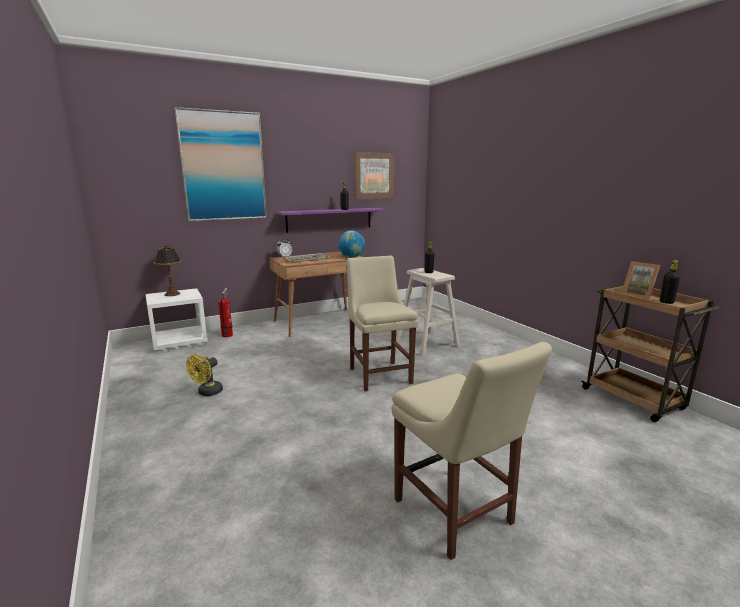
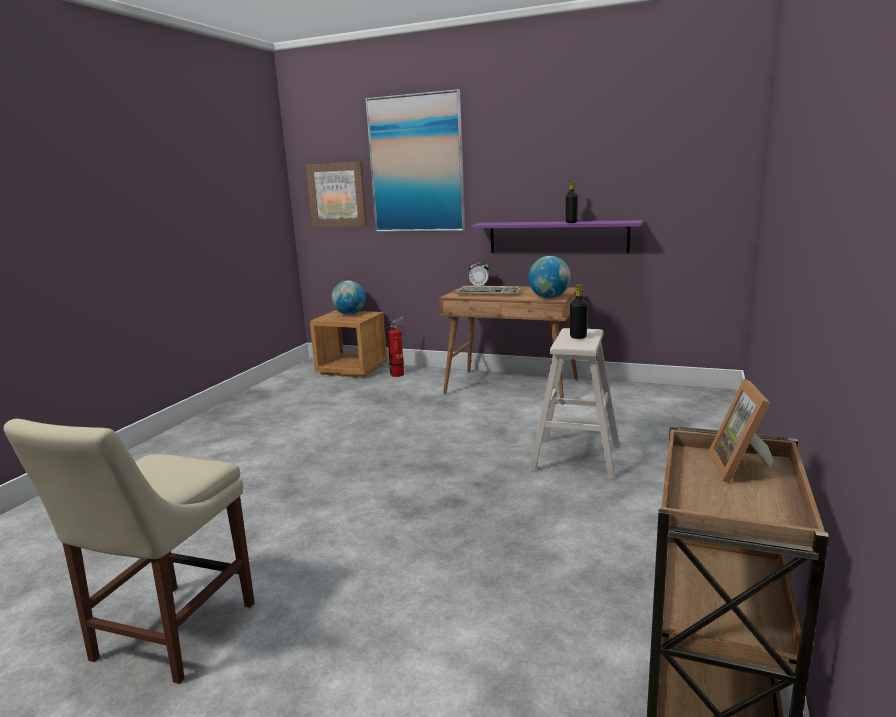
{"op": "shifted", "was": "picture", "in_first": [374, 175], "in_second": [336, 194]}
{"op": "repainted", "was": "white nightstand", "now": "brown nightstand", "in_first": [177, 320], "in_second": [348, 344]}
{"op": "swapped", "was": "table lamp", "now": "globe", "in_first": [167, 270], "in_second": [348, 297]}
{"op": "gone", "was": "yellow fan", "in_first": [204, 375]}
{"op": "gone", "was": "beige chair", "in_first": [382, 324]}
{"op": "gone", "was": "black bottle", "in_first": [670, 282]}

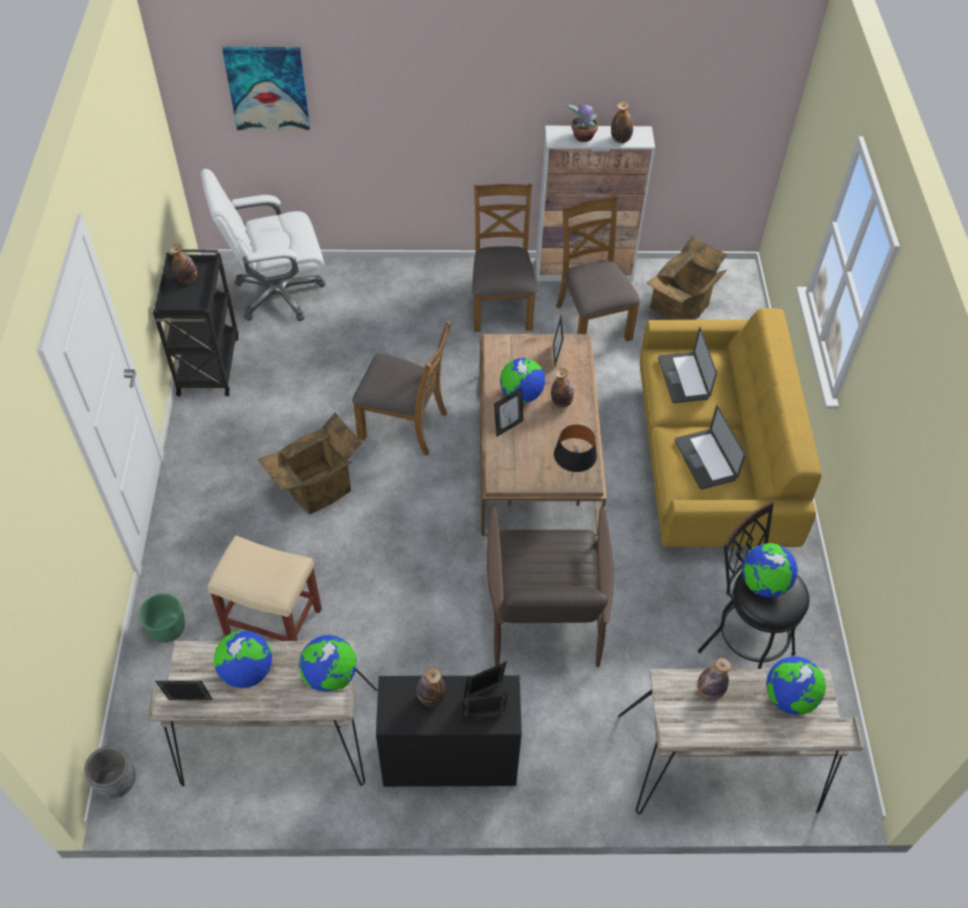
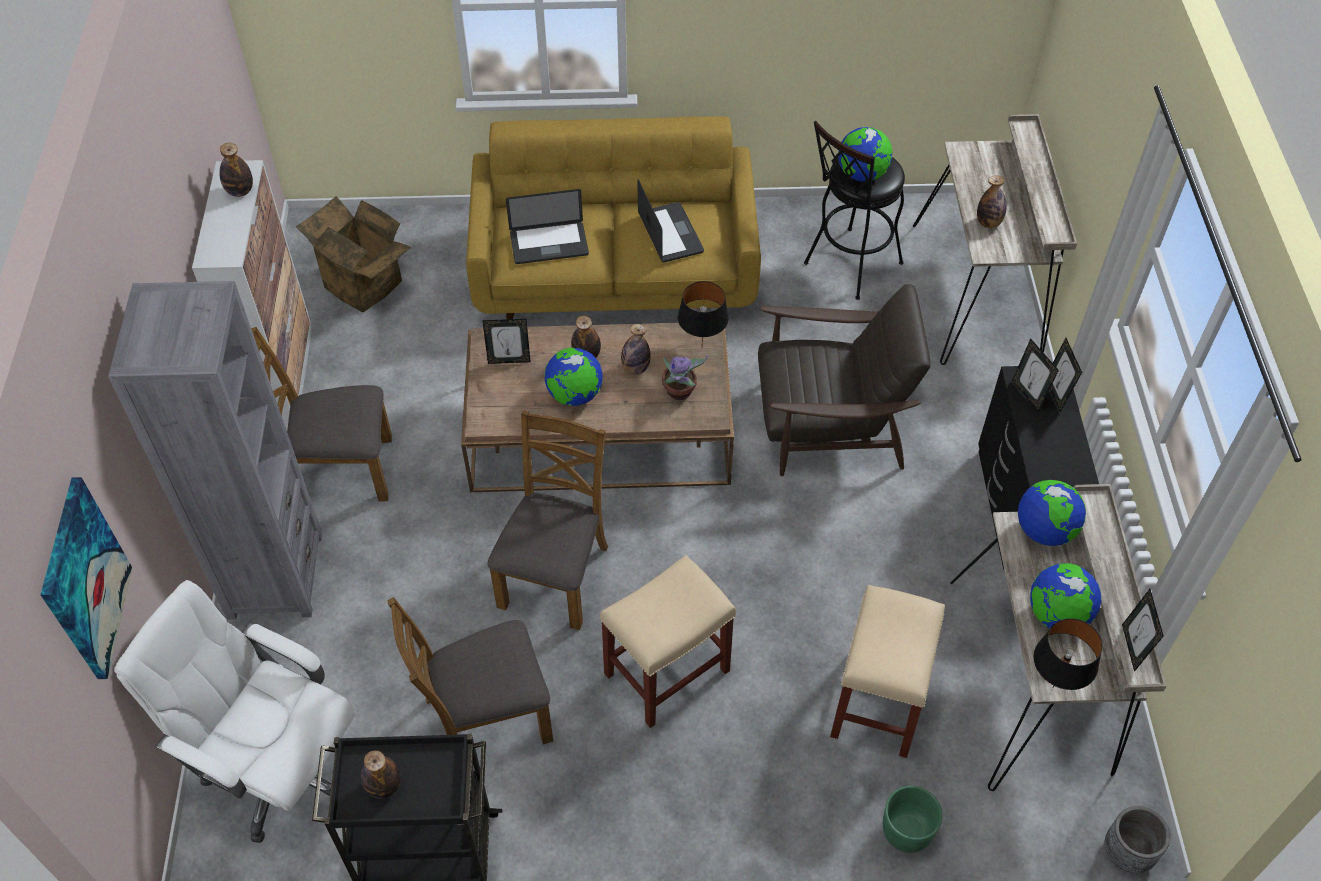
{"op": "new", "now": "grey bookcase", "in_second": [215, 450]}
{"op": "rotated", "was": "white office chair", "in_first": [263, 245], "in_second": [235, 711], "clockwise": 135}
{"op": "shifted", "was": "brown chair", "in_first": [598, 268], "in_second": [470, 671]}
{"op": "swapped", "was": "cardboard box", "now": "beige stool", "in_first": [309, 463], "in_second": [668, 641]}
{"op": "shifted", "was": "bottle", "in_first": [431, 687], "in_second": [636, 349]}
{"op": "rotated", "was": "laptop", "in_first": [710, 447], "in_second": [670, 220], "clockwise": -90}
{"op": "shifted", "was": "potted plant", "in_first": [582, 121], "in_second": [685, 377]}
{"op": "new", "now": "black table lamp", "in_second": [1067, 654]}
{"op": "gone", "was": "picture frame", "in_first": [509, 412]}
{"op": "gone", "was": "globe", "in_first": [796, 685]}

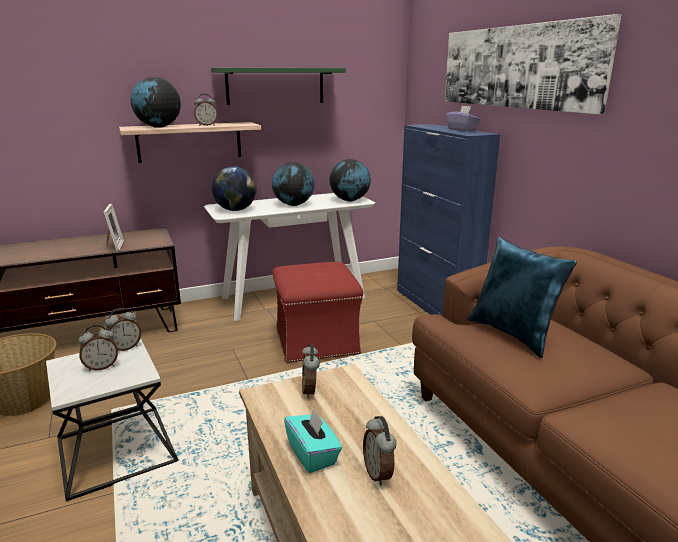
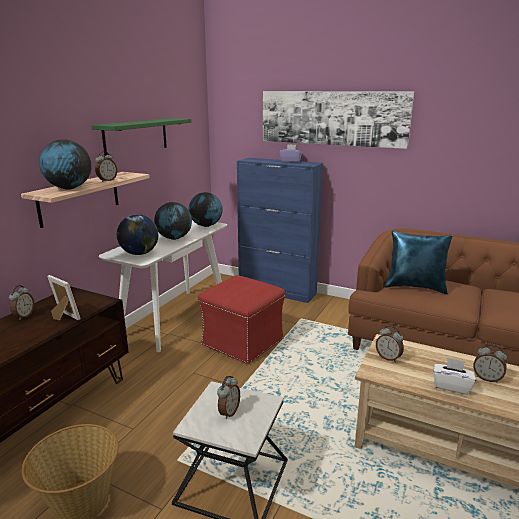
{"op": "shifted", "was": "alarm clock", "in_first": [123, 329], "in_second": [22, 302]}
{"op": "repainted", "was": "turquoise tissue box", "now": "white tissue box", "in_first": [313, 440], "in_second": [454, 376]}

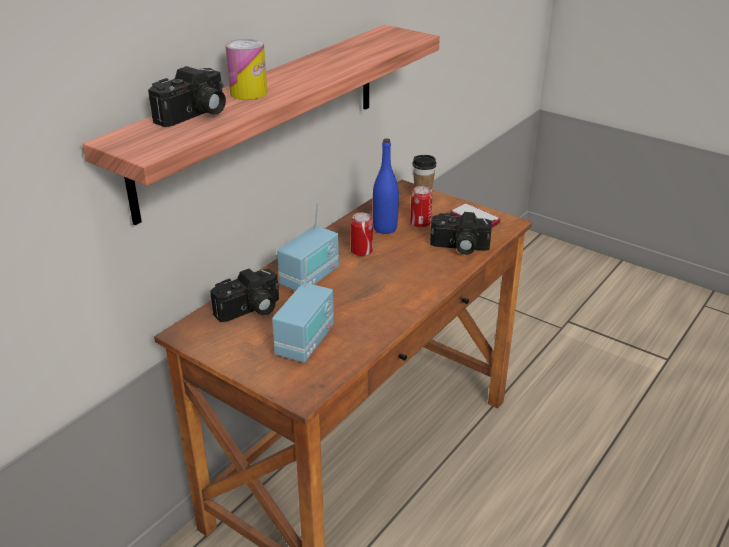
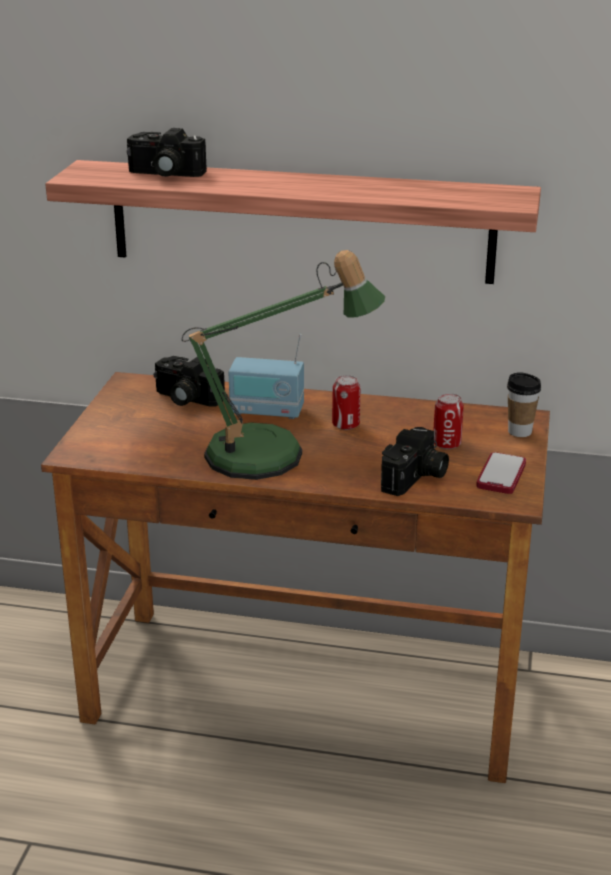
{"op": "new", "now": "table lamp", "in_second": [283, 365]}
{"op": "rotated", "was": "photo camera", "in_first": [461, 233], "in_second": [415, 461], "clockwise": -135}
{"op": "gone", "was": "can", "in_first": [246, 69]}
{"op": "gone", "was": "radio", "in_first": [303, 310]}
{"op": "gone", "was": "blue bottle", "in_first": [386, 186]}

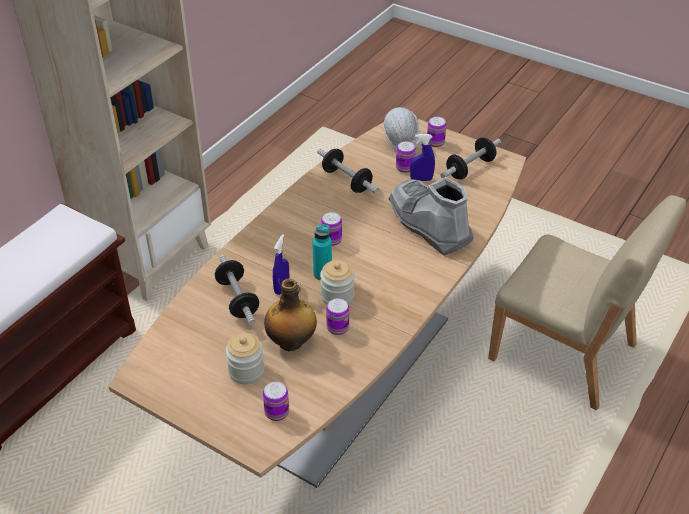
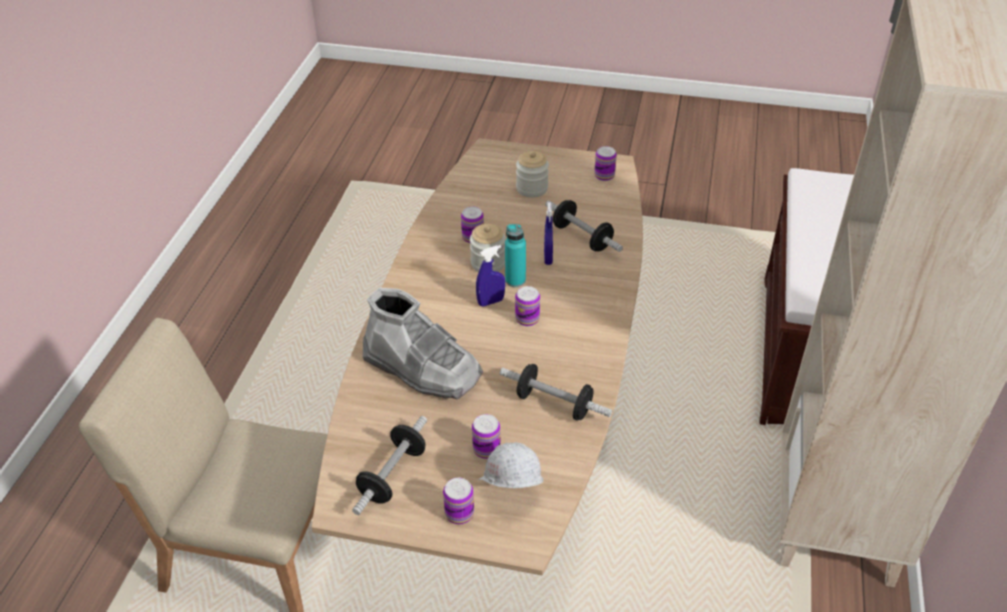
{"op": "shifted", "was": "blue spray bottle", "in_first": [422, 157], "in_second": [490, 276]}
{"op": "shifted", "was": "can", "in_first": [276, 401], "in_second": [605, 163]}
{"op": "gone", "was": "bottle", "in_first": [290, 314]}

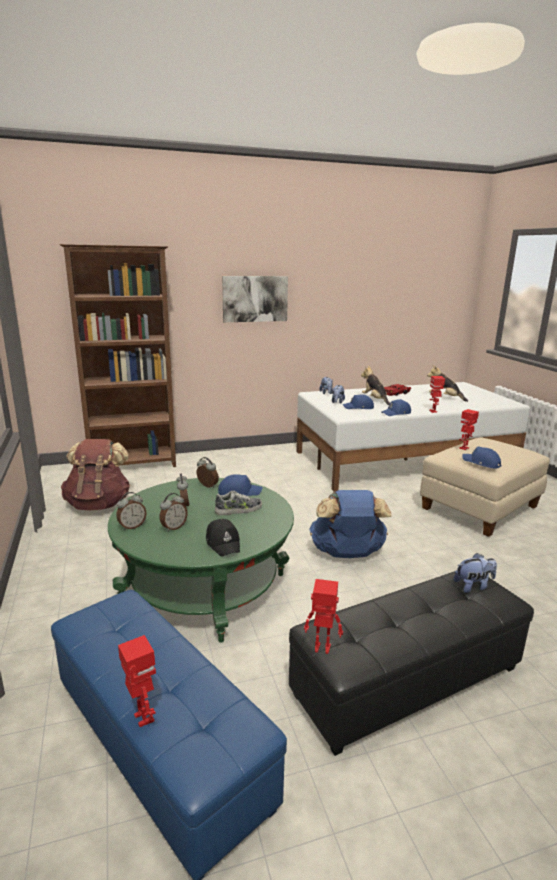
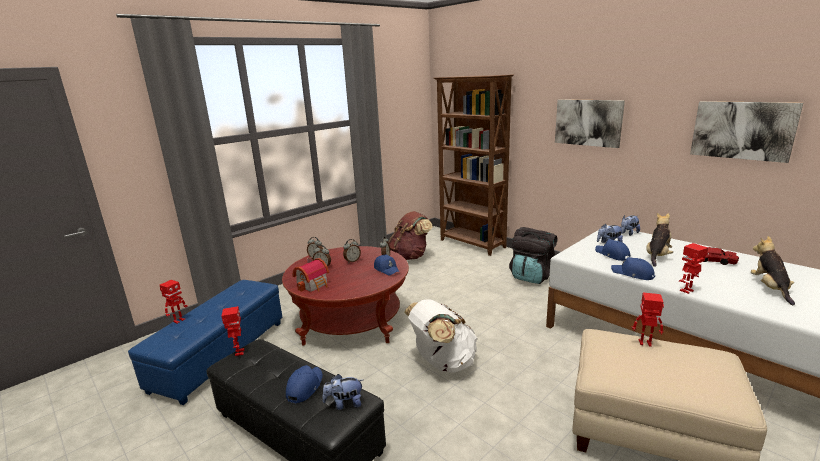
{"op": "repainted", "was": "green coffee table", "now": "red coffee table", "in_first": [201, 560], "in_second": [345, 295]}
{"op": "shifted", "was": "blue cap", "in_first": [482, 457], "in_second": [304, 384]}
{"op": "swapped", "was": "black cap", "now": "toy house", "in_first": [223, 538], "in_second": [310, 274]}
{"op": "rotated", "was": "plush toy", "in_first": [475, 573], "in_second": [342, 392], "clockwise": 120}
{"op": "repainted", "was": "blue backpack", "now": "white backpack", "in_first": [350, 524], "in_second": [441, 336]}
{"op": "new", "now": "black backpack", "in_second": [533, 255]}
{"op": "new", "now": "picture", "in_second": [746, 132]}
{"op": "gone", "was": "shoe", "in_first": [238, 503]}

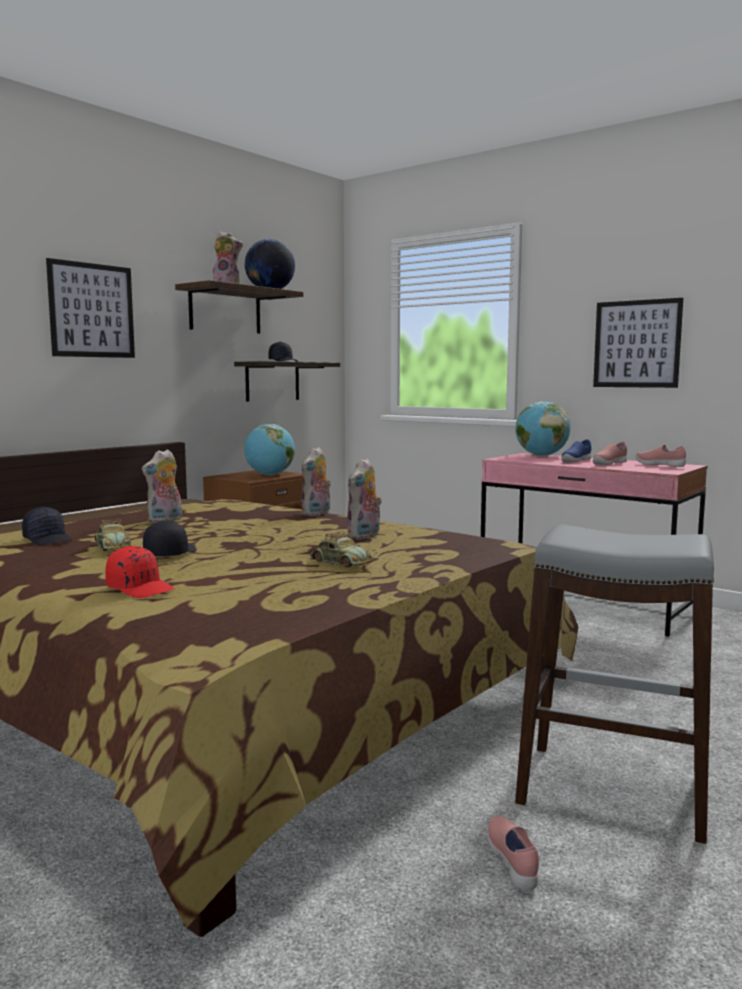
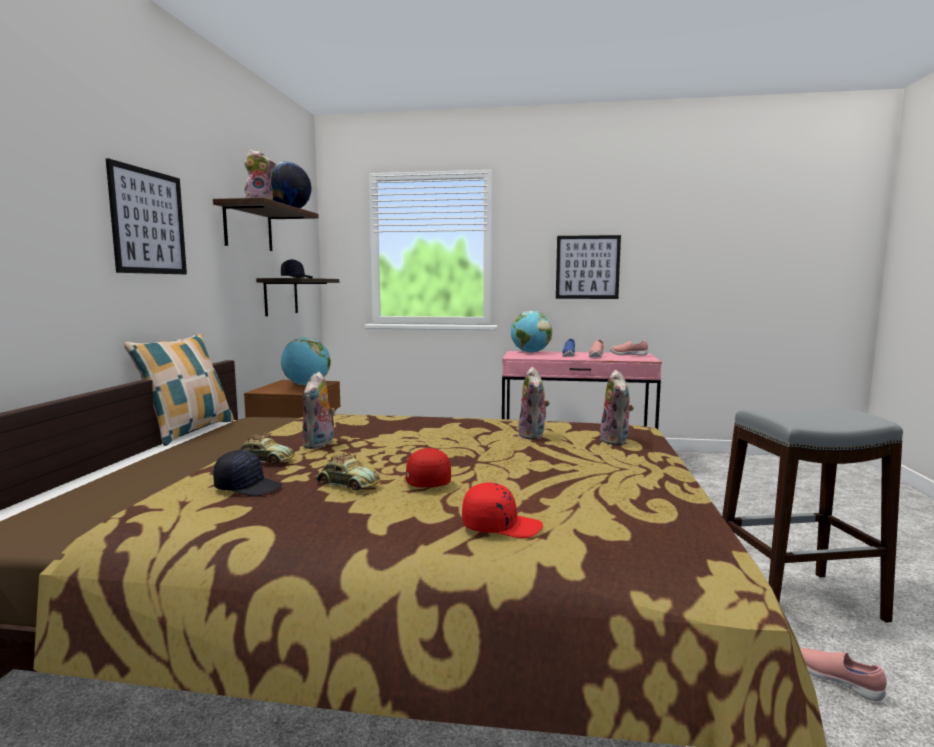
{"op": "new", "now": "pillow", "in_second": [179, 390]}
{"op": "shifted", "was": "toy car", "in_first": [341, 549], "in_second": [267, 448]}
{"op": "repainted", "was": "black cap", "now": "red cap", "in_first": [170, 538], "in_second": [427, 468]}
{"op": "shifted", "was": "plush toy", "in_first": [316, 481], "in_second": [617, 407]}

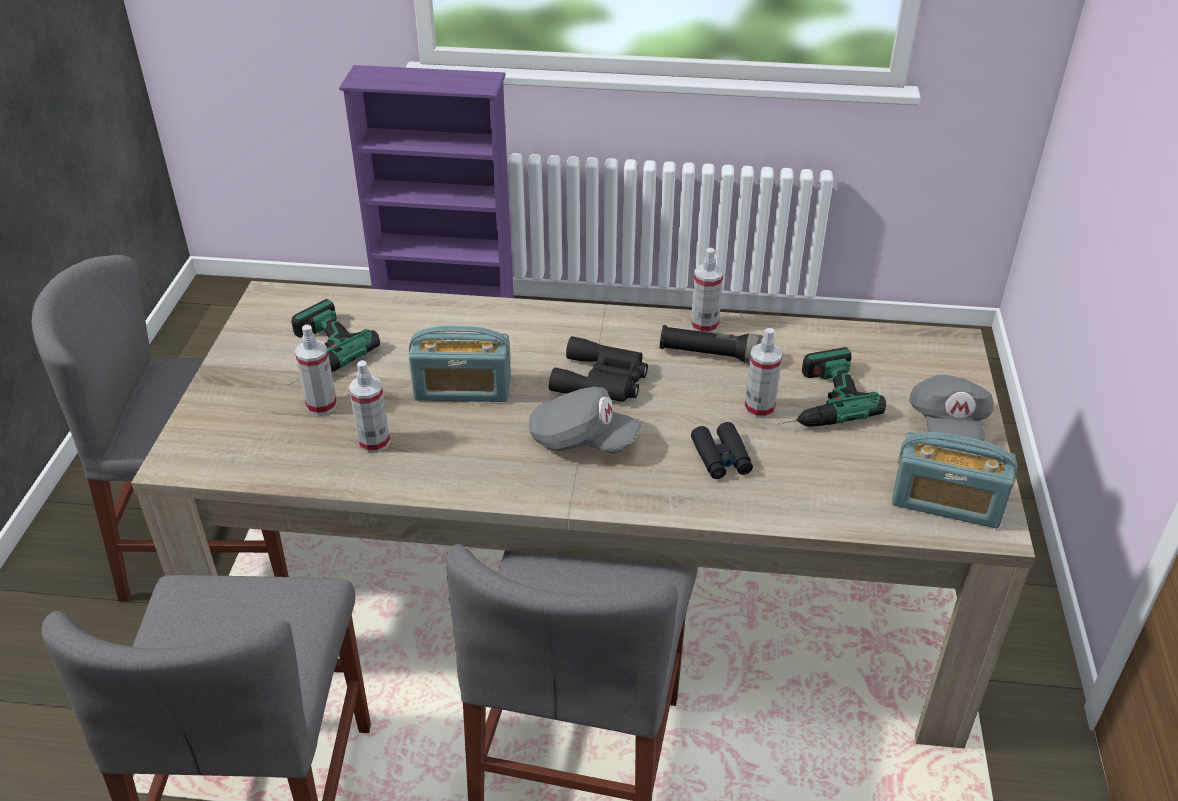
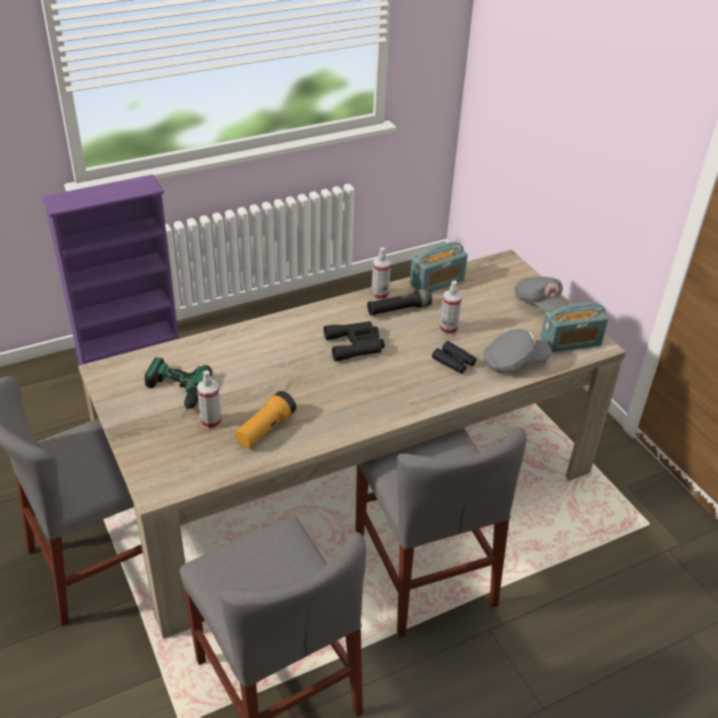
{"op": "swapped", "was": "spray bottle", "now": "flashlight", "in_first": [369, 406], "in_second": [265, 419]}
{"op": "shifted", "was": "radio", "in_first": [460, 364], "in_second": [439, 267]}
{"op": "shifted", "was": "grey cap", "in_first": [585, 420], "in_second": [517, 351]}
{"op": "gone", "was": "power drill", "in_first": [832, 387]}

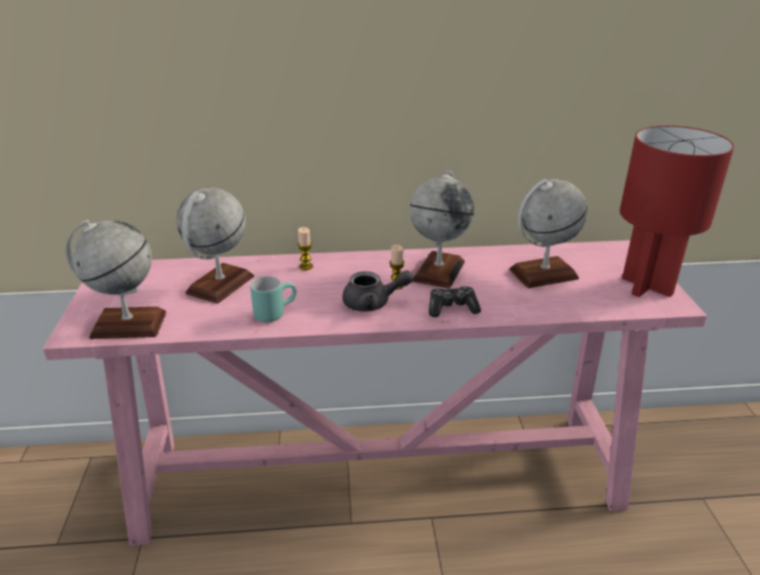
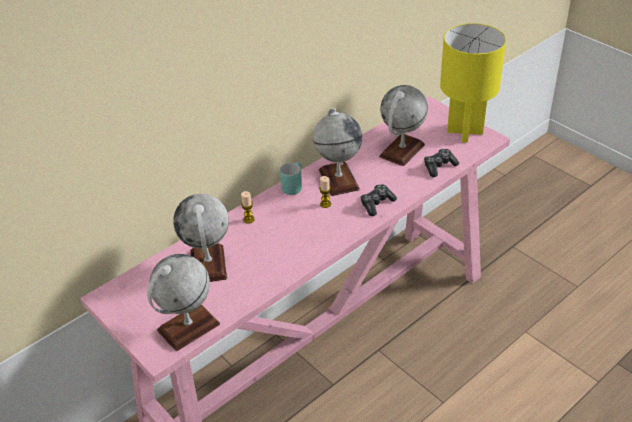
{"op": "shifted", "was": "turquoise mug", "in_first": [273, 299], "in_second": [291, 178]}
{"op": "new", "now": "game controller", "in_second": [441, 163]}
{"op": "repainted", "was": "red table lamp", "now": "yellow table lamp", "in_first": [677, 211], "in_second": [473, 83]}
{"op": "gone", "was": "grey teapot", "in_first": [378, 291]}

